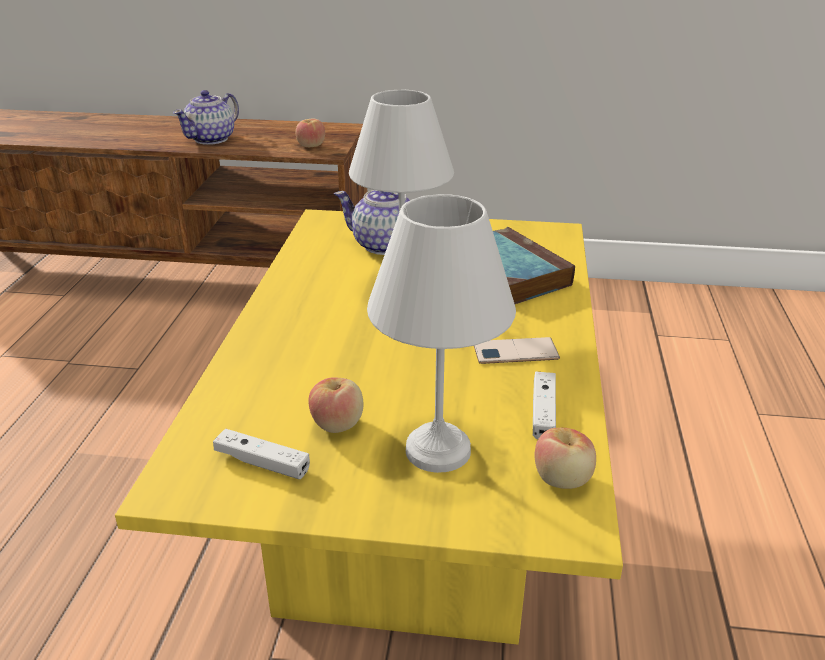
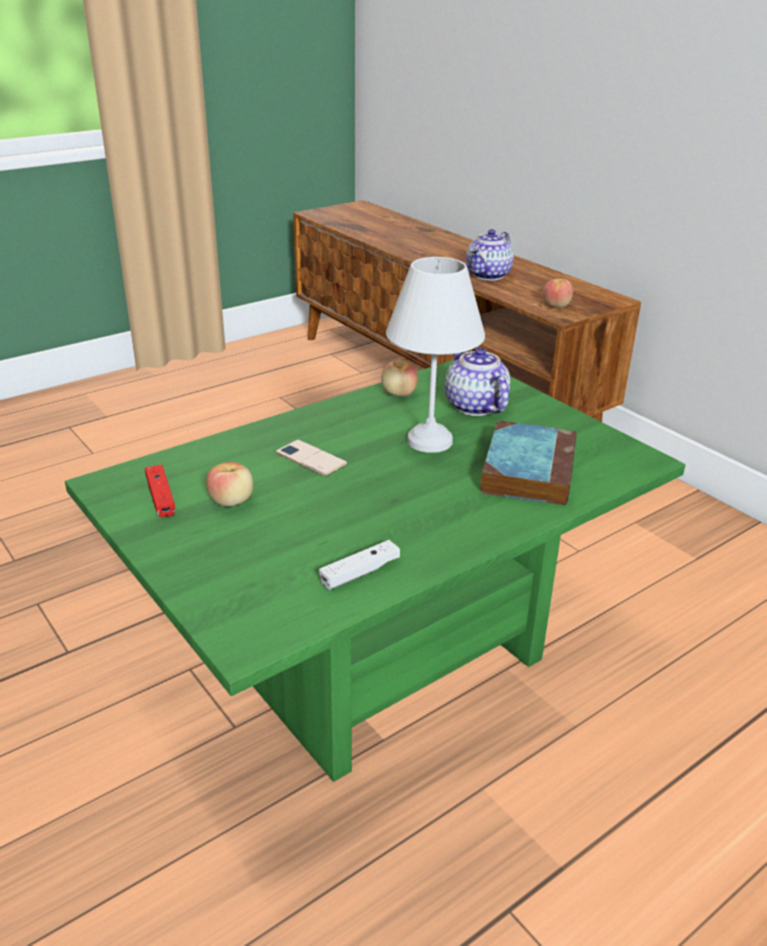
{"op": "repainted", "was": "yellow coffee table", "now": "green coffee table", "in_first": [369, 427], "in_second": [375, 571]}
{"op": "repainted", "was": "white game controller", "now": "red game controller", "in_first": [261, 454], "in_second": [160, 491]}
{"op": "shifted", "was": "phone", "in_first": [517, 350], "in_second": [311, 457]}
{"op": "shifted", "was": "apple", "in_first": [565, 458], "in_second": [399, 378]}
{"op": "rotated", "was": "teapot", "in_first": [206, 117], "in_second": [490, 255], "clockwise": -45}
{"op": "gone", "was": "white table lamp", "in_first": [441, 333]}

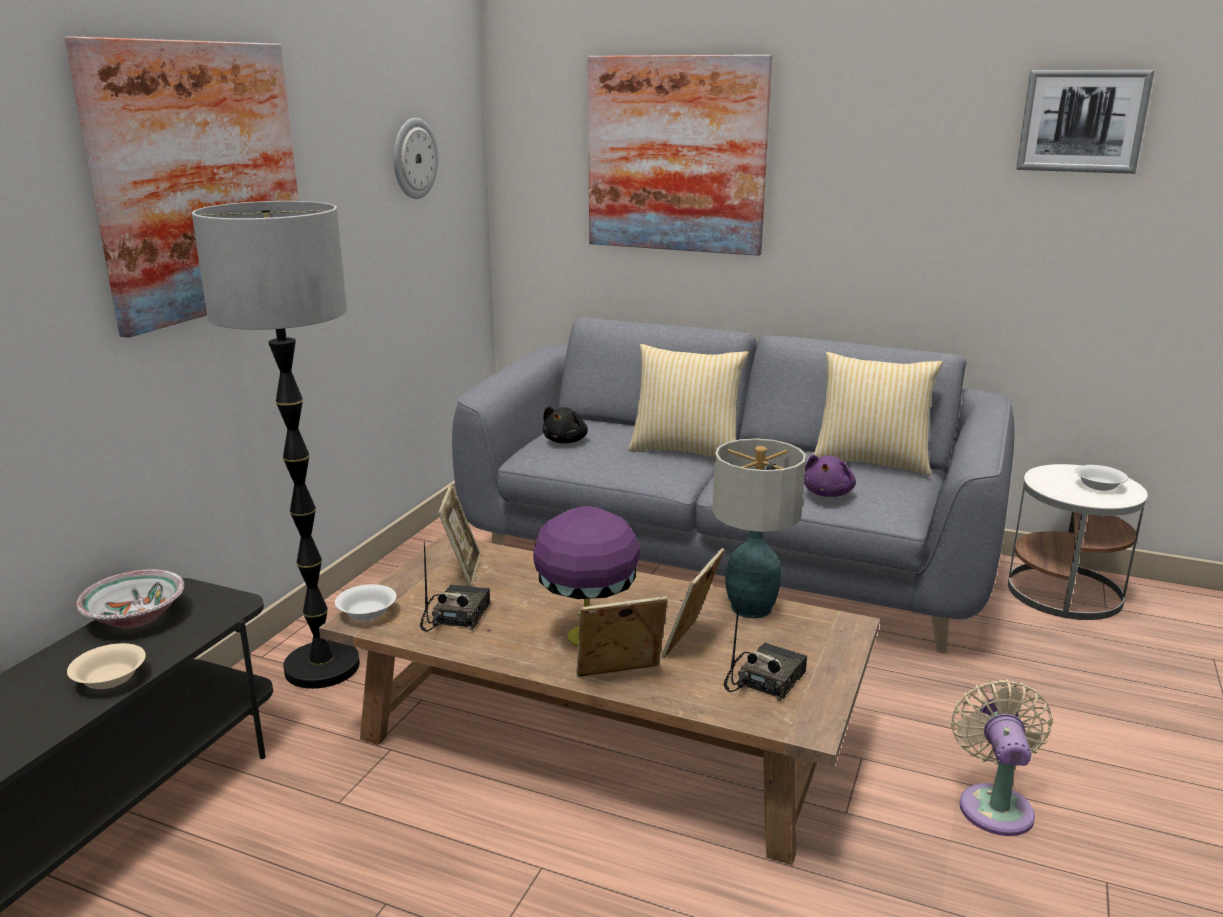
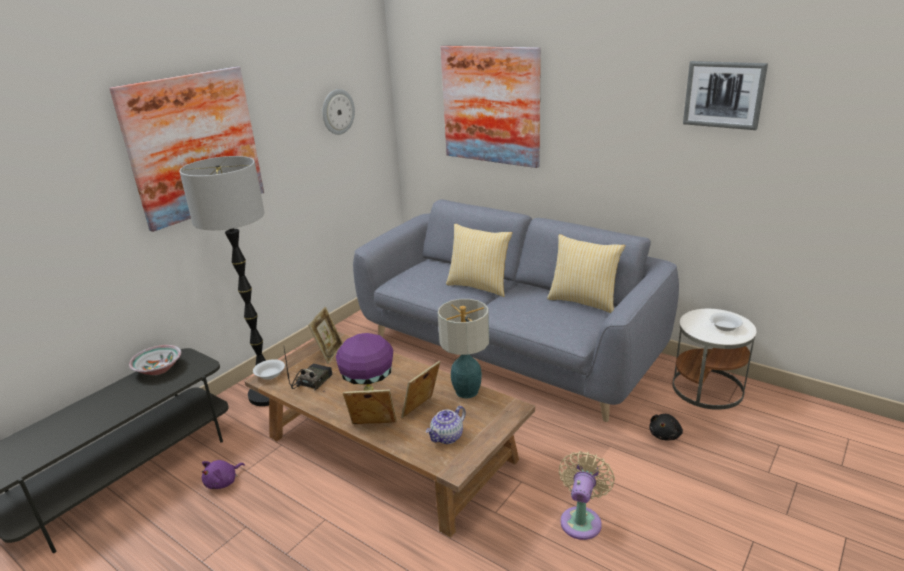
{"op": "shifted", "was": "purple plush toy", "in_first": [830, 476], "in_second": [223, 474]}
{"op": "swapped", "was": "radio", "now": "teapot", "in_first": [765, 648], "in_second": [446, 425]}
{"op": "shifted", "was": "black plush toy", "in_first": [565, 424], "in_second": [666, 427]}
{"op": "gone", "was": "beige bowl", "in_first": [106, 666]}

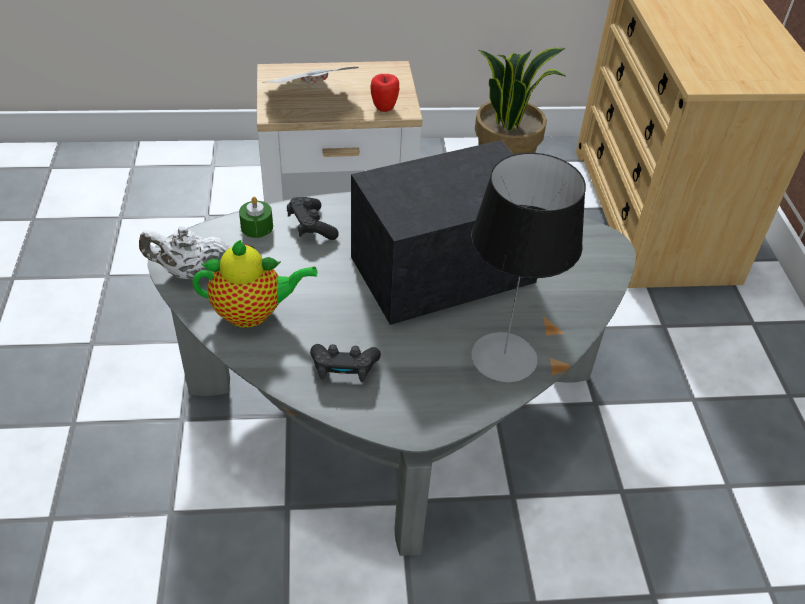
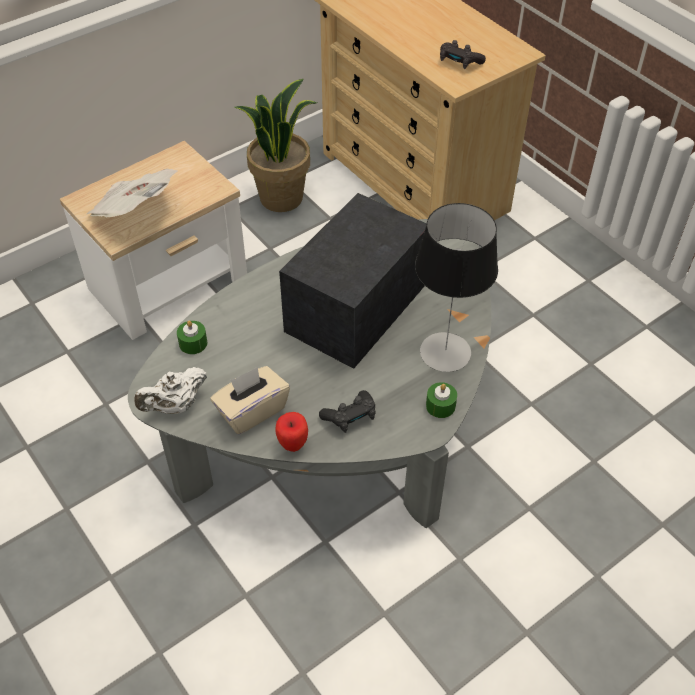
{"op": "swapped", "was": "teapot", "now": "beige tissue box", "in_first": [254, 284], "in_second": [250, 400]}
{"op": "shifted", "was": "apple", "in_first": [384, 93], "in_second": [291, 432]}
{"op": "new", "now": "green candle", "in_second": [441, 400]}
{"op": "shifted", "was": "black game controller", "in_first": [313, 218], "in_second": [463, 54]}

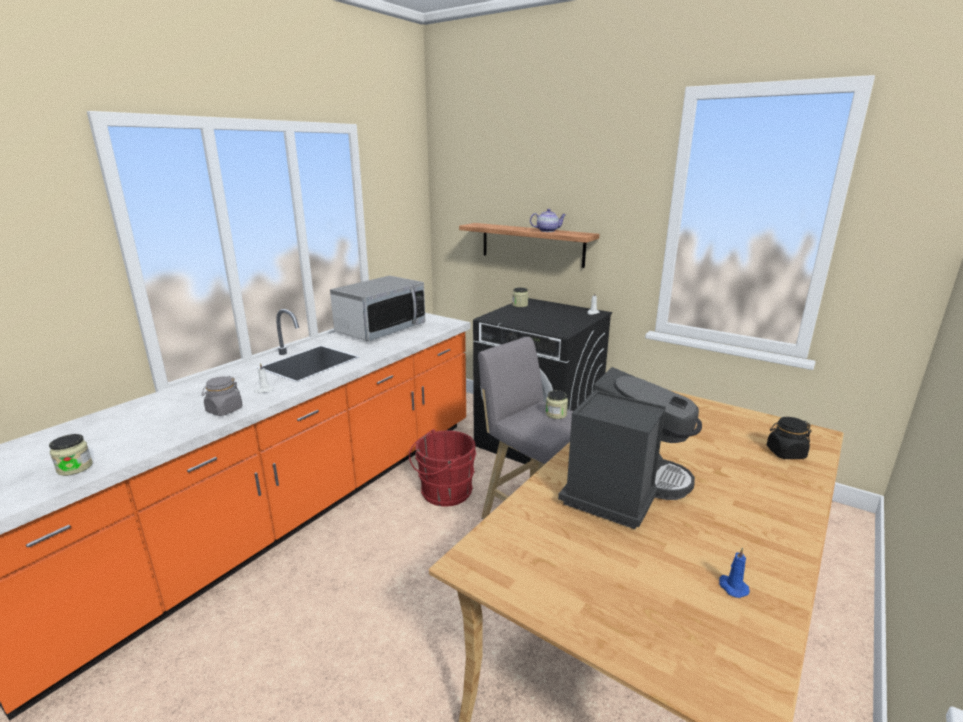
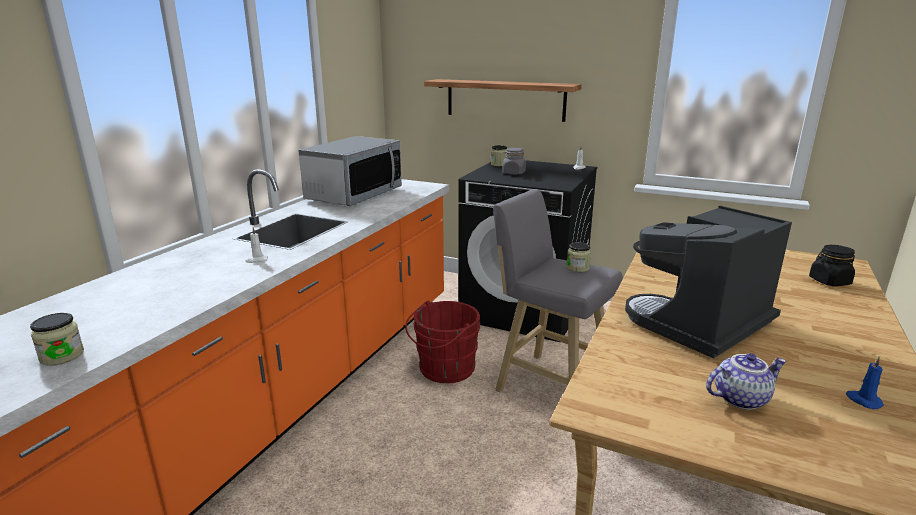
{"op": "shifted", "was": "grey jar", "in_first": [222, 396], "in_second": [514, 161]}
{"op": "rotated", "was": "coffee machine", "in_first": [630, 448], "in_second": [708, 282], "clockwise": -150}
{"op": "shifted", "was": "teapot", "in_first": [548, 220], "in_second": [746, 381]}

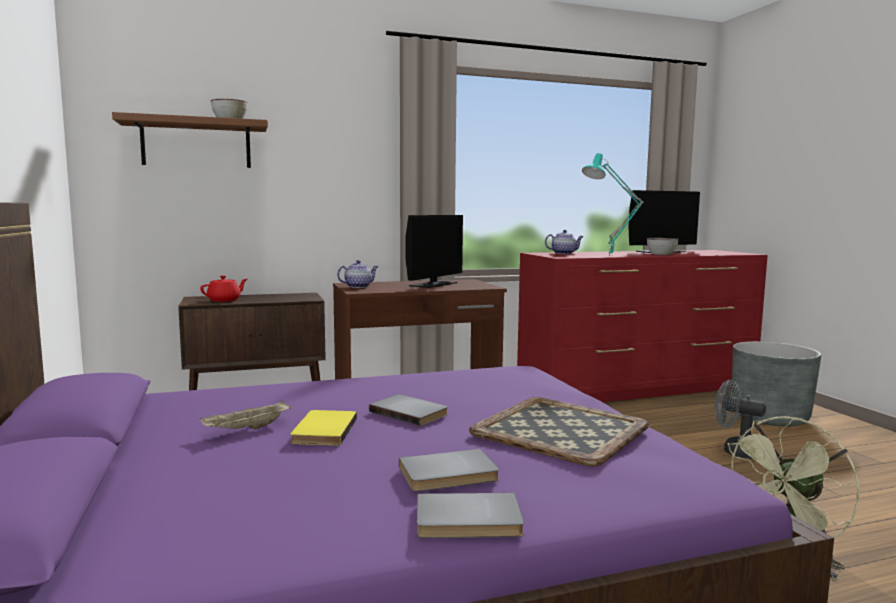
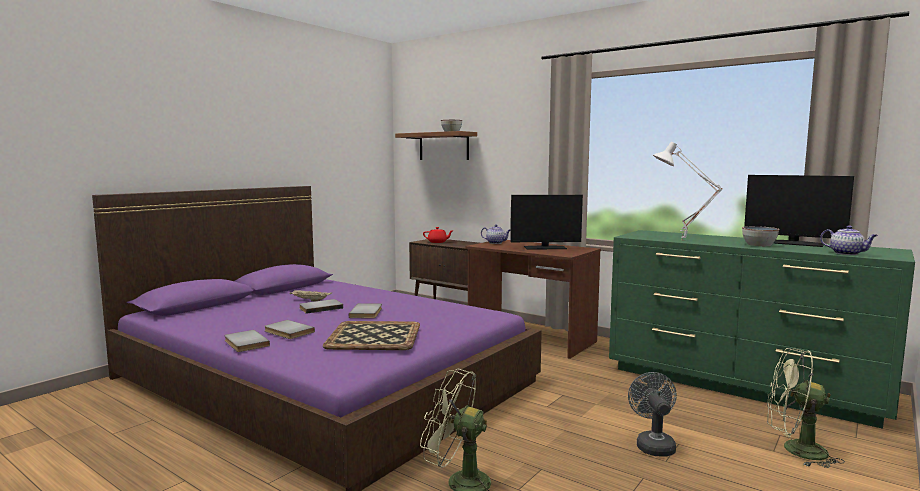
{"op": "repainted", "was": "yellow book", "now": "grey book", "in_first": [323, 427], "in_second": [321, 306]}
{"op": "repainted", "was": "red dresser", "now": "green dresser", "in_first": [642, 326], "in_second": [762, 329]}
{"op": "repainted", "was": "turquoise table lamp", "now": "white table lamp", "in_first": [613, 204], "in_second": [688, 191]}
{"op": "swapped", "was": "grey planter", "now": "green fan", "in_first": [776, 383], "in_second": [806, 408]}
{"op": "shifted", "was": "teapot", "in_first": [564, 242], "in_second": [849, 240]}

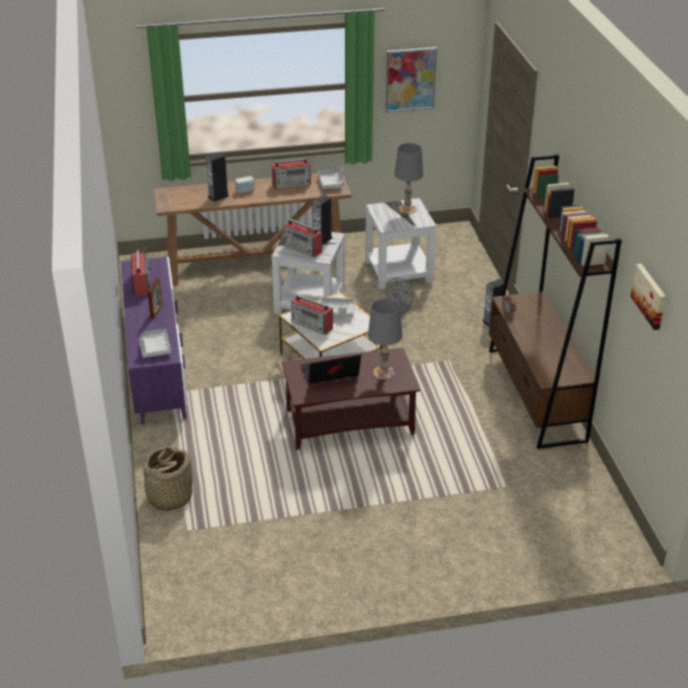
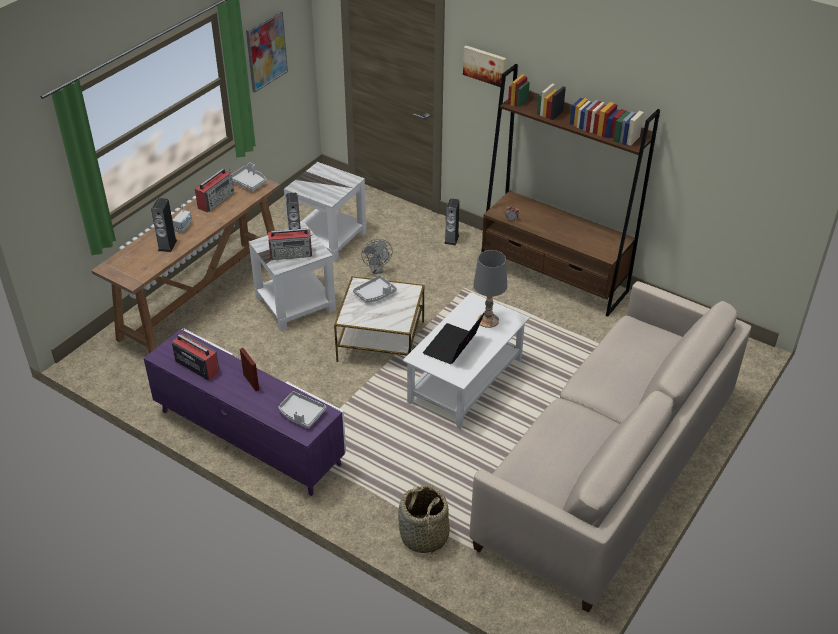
{"op": "repainted", "was": "brown coffee table", "now": "white coffee table", "in_first": [351, 399], "in_second": [466, 360]}
{"op": "shifted", "was": "picture", "in_first": [648, 297], "in_second": [484, 66]}
{"op": "new", "now": "beige sofa", "in_second": [610, 447]}
{"op": "gone", "was": "radio", "in_first": [312, 315]}
{"op": "gone", "was": "grey table lamp", "in_first": [408, 178]}

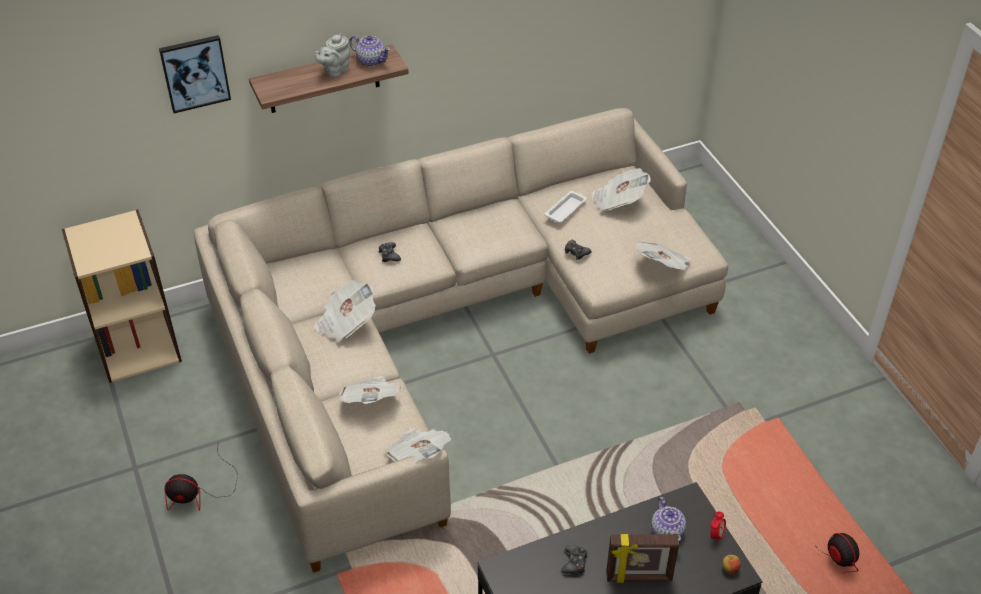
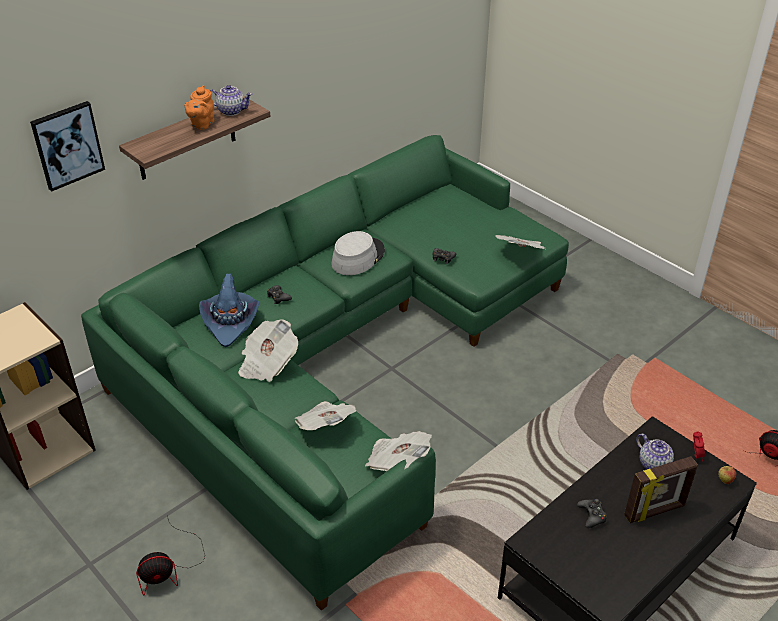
{"op": "repainted", "was": "beige sofa", "now": "green sofa", "in_first": [461, 340], "in_second": [325, 373]}
{"op": "repainted", "was": "grey teapot", "now": "orange teapot", "in_first": [332, 55], "in_second": [199, 107]}
{"op": "new", "now": "blue hat", "in_second": [229, 310]}
{"op": "new", "now": "grey hat", "in_second": [358, 253]}
{"op": "gone", "was": "white tray", "in_first": [565, 207]}
{"op": "gone", "was": "newspaper", "in_first": [621, 190]}

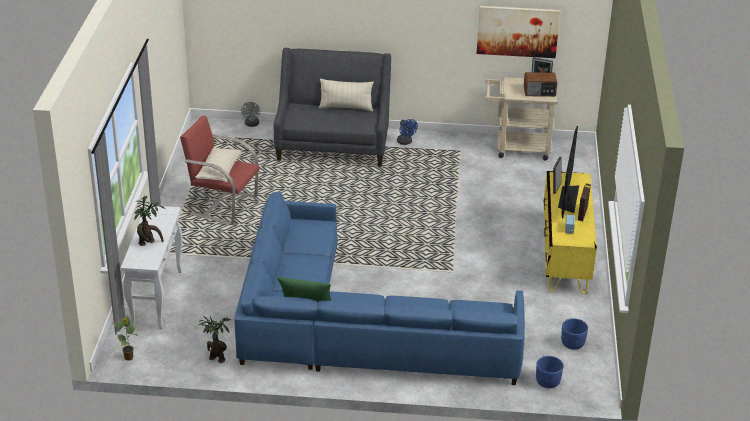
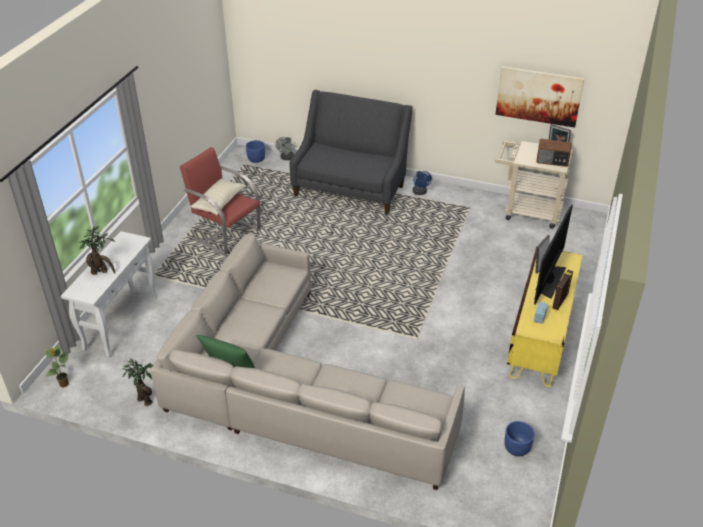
{"op": "repainted", "was": "blue sofa", "now": "beige sofa", "in_first": [380, 288], "in_second": [307, 362]}
{"op": "shifted", "was": "blue planter", "in_first": [550, 372], "in_second": [255, 151]}
{"op": "gone", "was": "beige pillow", "in_first": [346, 95]}

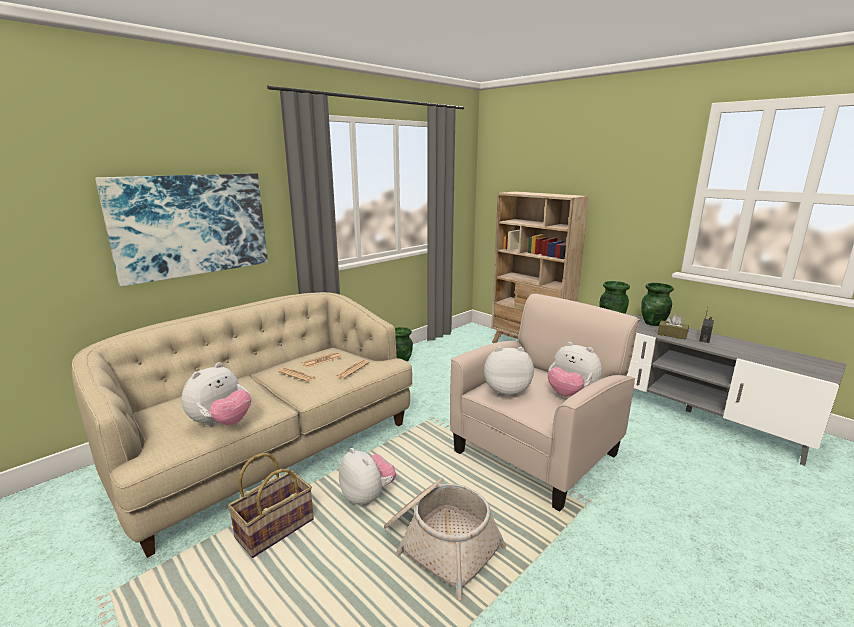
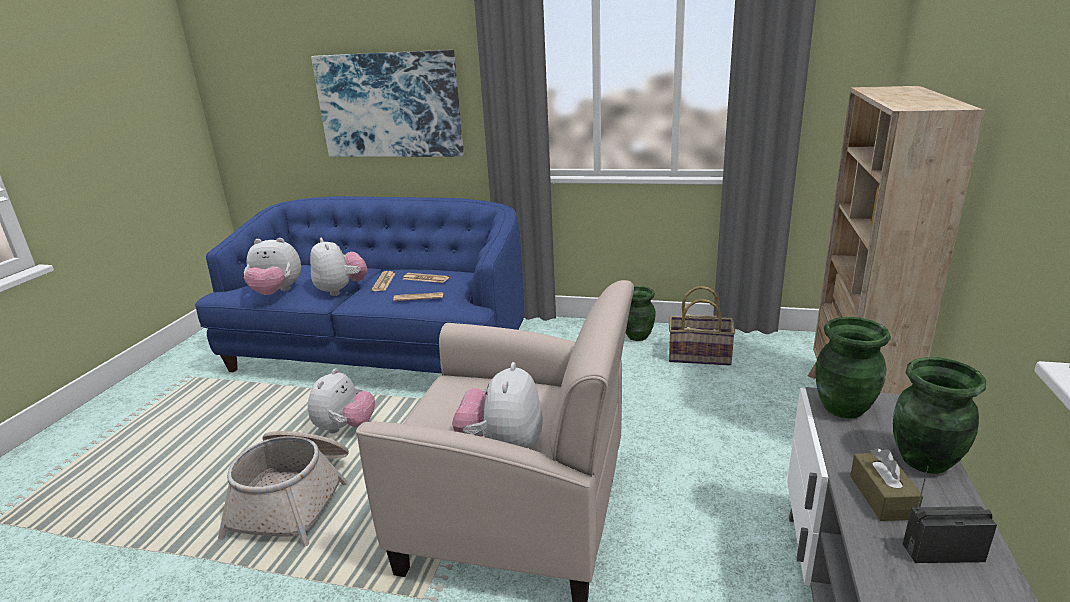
{"op": "repainted", "was": "beige sofa", "now": "blue sofa", "in_first": [242, 425], "in_second": [359, 284]}
{"op": "shifted", "was": "plush toy", "in_first": [509, 371], "in_second": [339, 267]}
{"op": "shifted", "was": "basket", "in_first": [271, 505], "in_second": [702, 325]}

